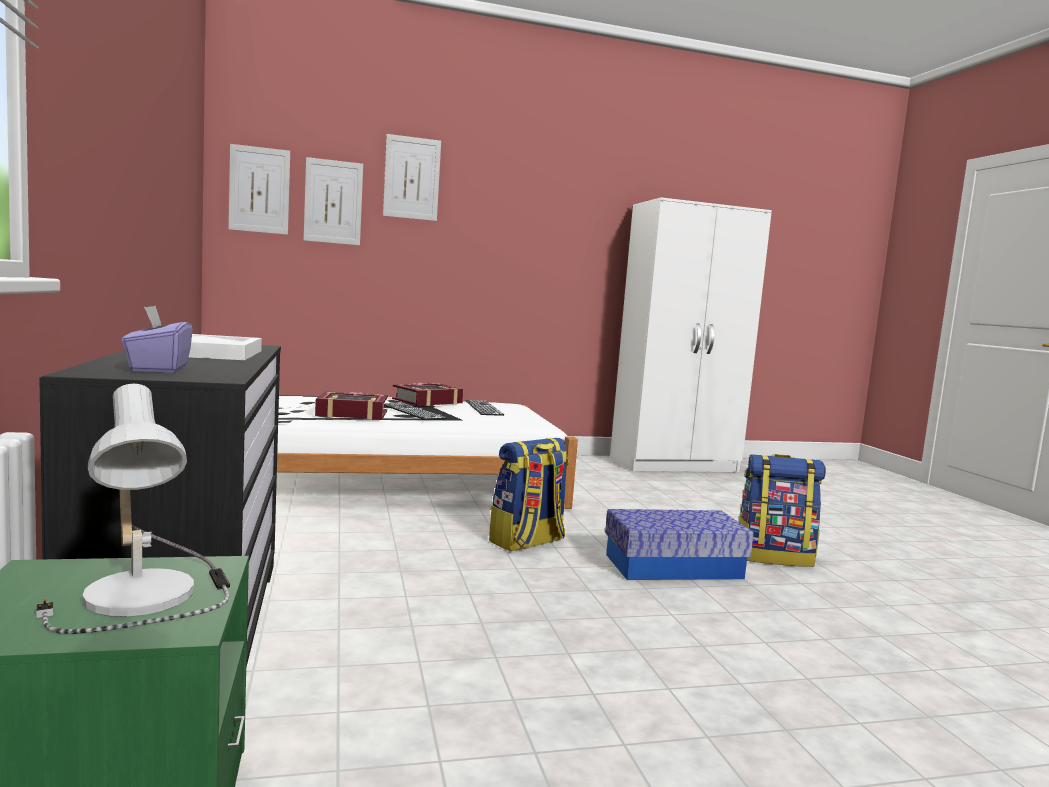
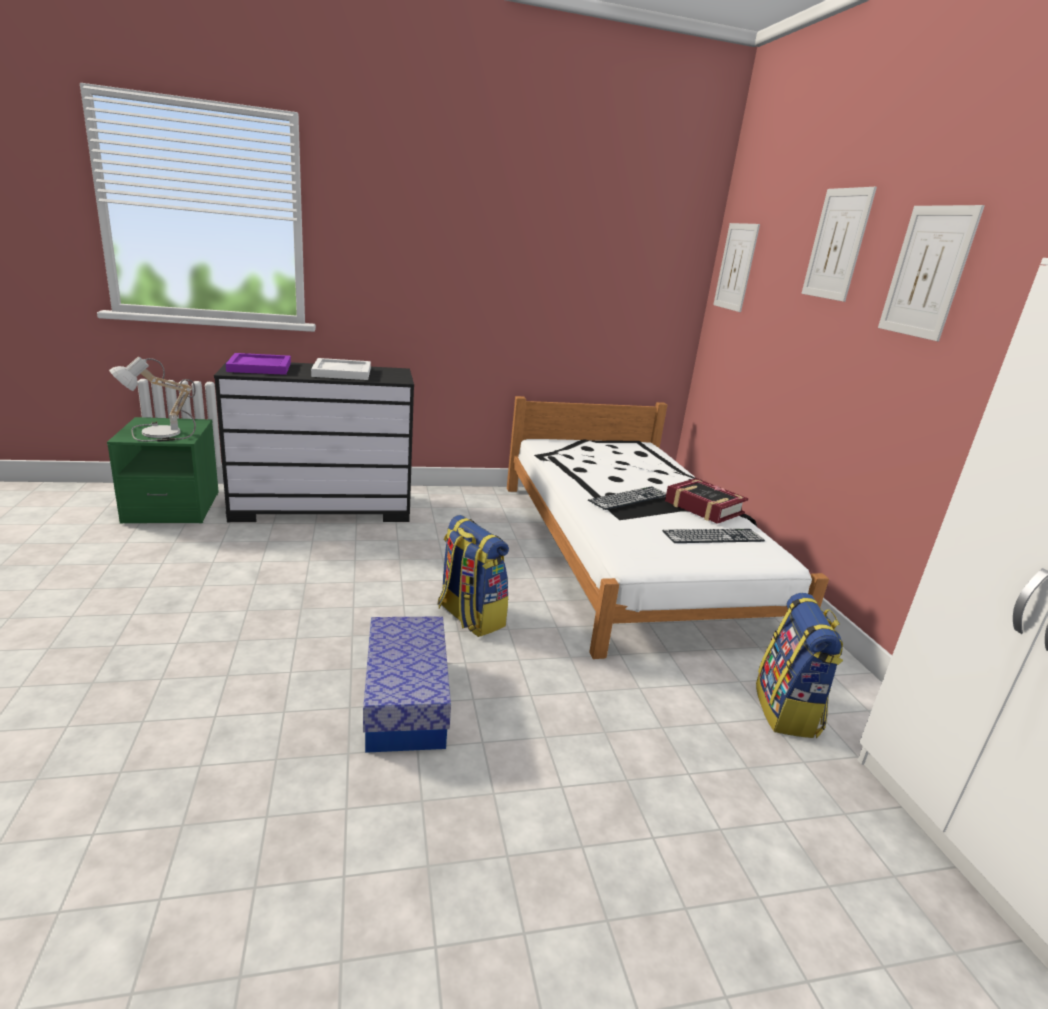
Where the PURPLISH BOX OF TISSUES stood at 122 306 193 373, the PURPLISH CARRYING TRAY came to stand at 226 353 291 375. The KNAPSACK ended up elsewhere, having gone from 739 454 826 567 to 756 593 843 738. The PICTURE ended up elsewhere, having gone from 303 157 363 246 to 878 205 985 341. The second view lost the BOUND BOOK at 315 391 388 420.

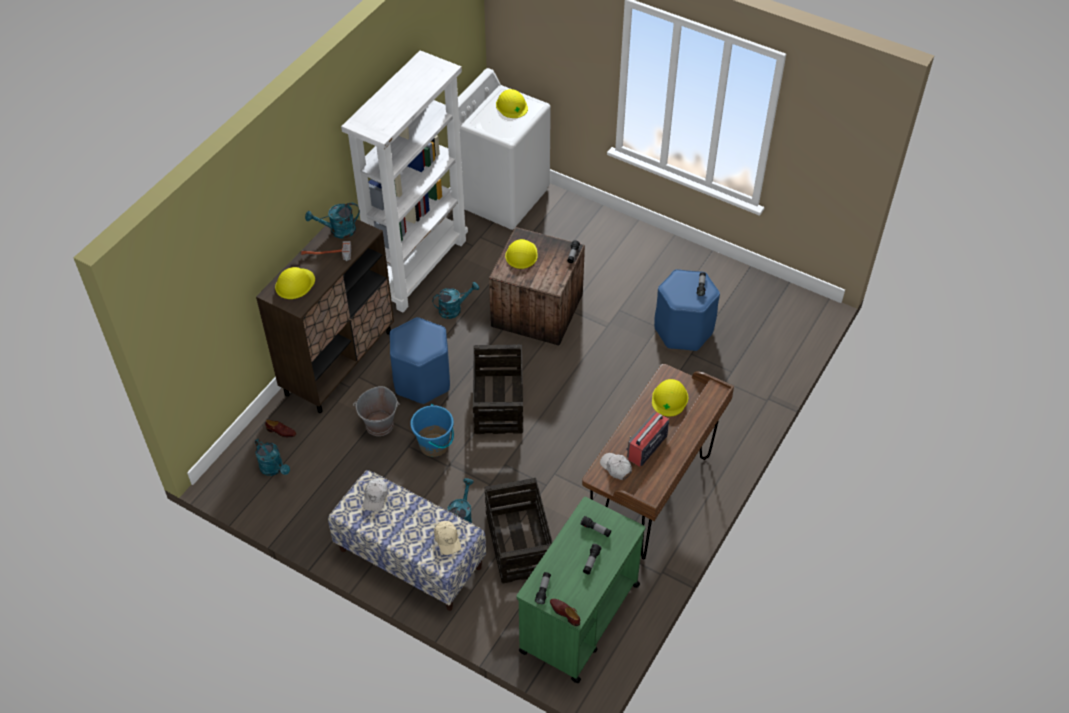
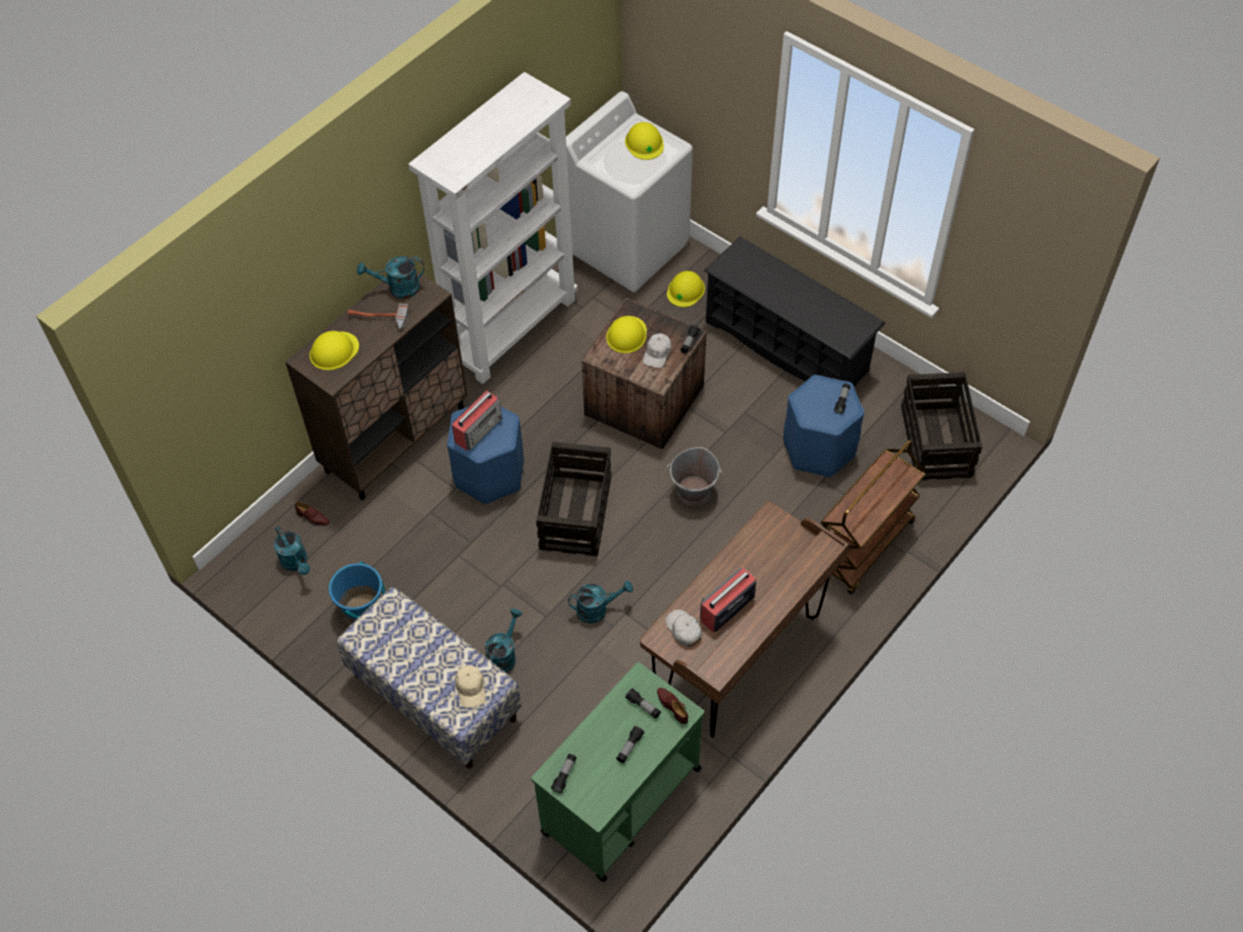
The BLUISH PAIL ended up elsewhere, having gone from 410 404 454 457 to 329 561 385 623. The second view gained the RADIO RECEIVER at 452 391 502 451. The BLUE-GREEN WATERING CAN ended up elsewhere, having gone from 432 282 479 319 to 568 581 633 623. The WHITE CAP ended up elsewhere, having gone from 363 479 388 512 to 643 333 671 368. The BROWN-COLOURED SHOE ended up elsewhere, having gone from 550 599 580 626 to 657 688 688 724. The YELLOW SAFETY HELMET ended up elsewhere, having gone from 652 379 688 416 to 667 271 705 307. The GREY PAIL ended up elsewhere, having gone from 353 386 400 436 to 667 447 722 506. The second view gained the BLACKISH SHOE STAND at 704 236 886 386. The second view gained the BROWN-COLOURED WHEELED CART at 821 440 926 595. The SHIPPING CRATE ended up elsewhere, having gone from 485 478 552 583 to 901 372 982 480.

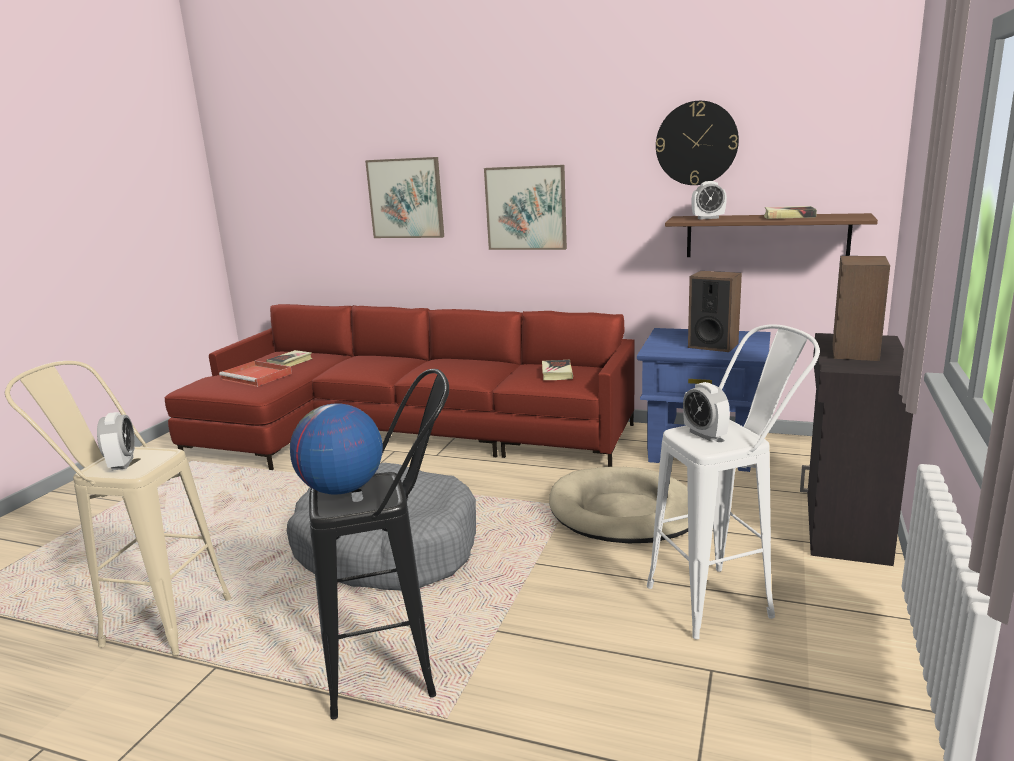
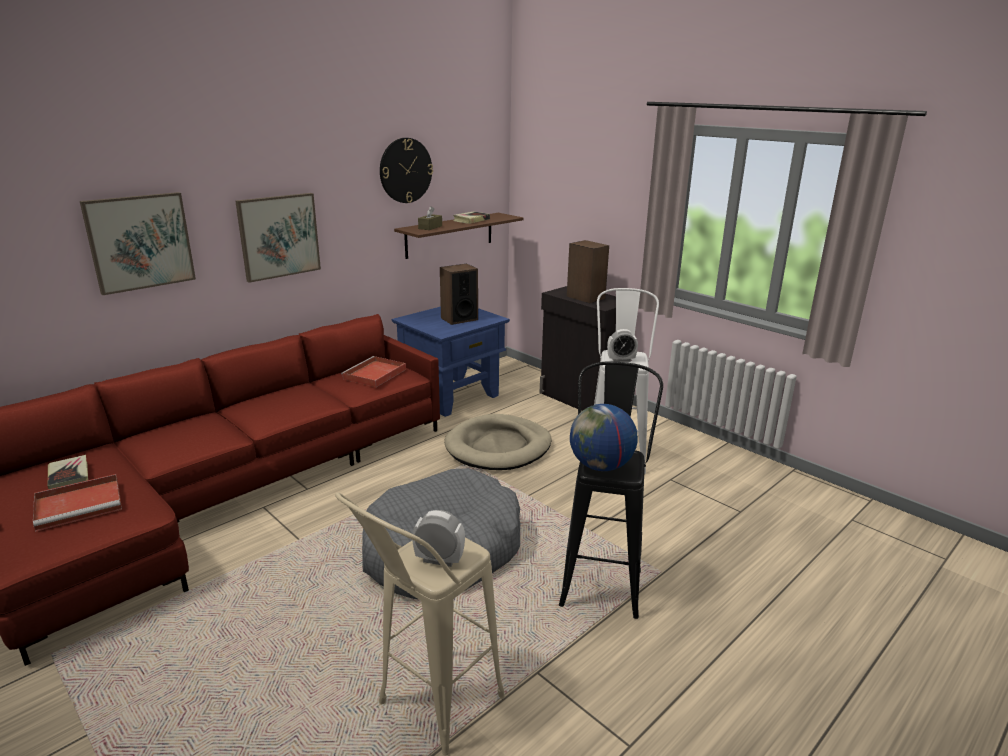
Where the BOUND BOOK stood at 542 360 573 380, the RED CARRYING TRAY came to stand at 341 356 406 387. Where the BEDSIDE CLOCK stood at 691 181 727 220, the BROWN-COLOURED BOX OF TISSUES came to stand at 418 206 442 230.

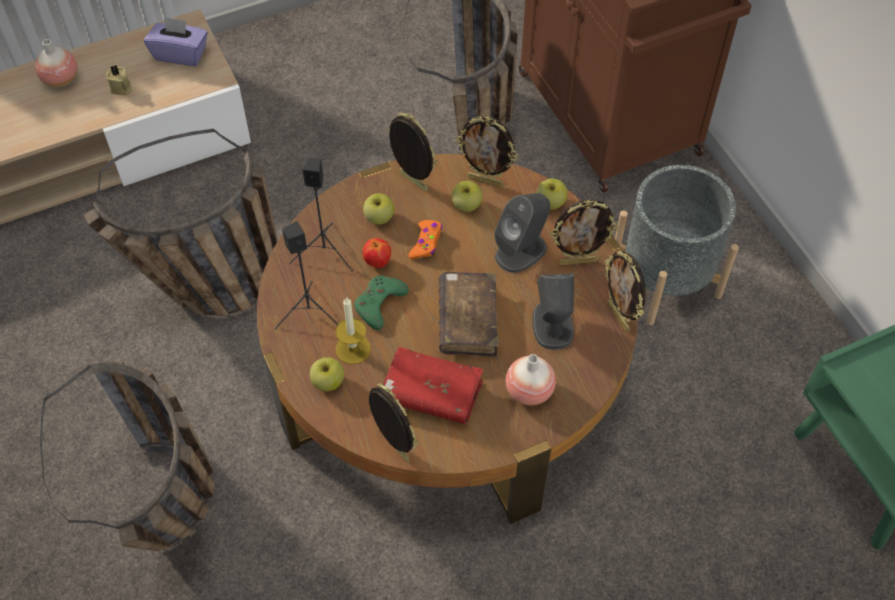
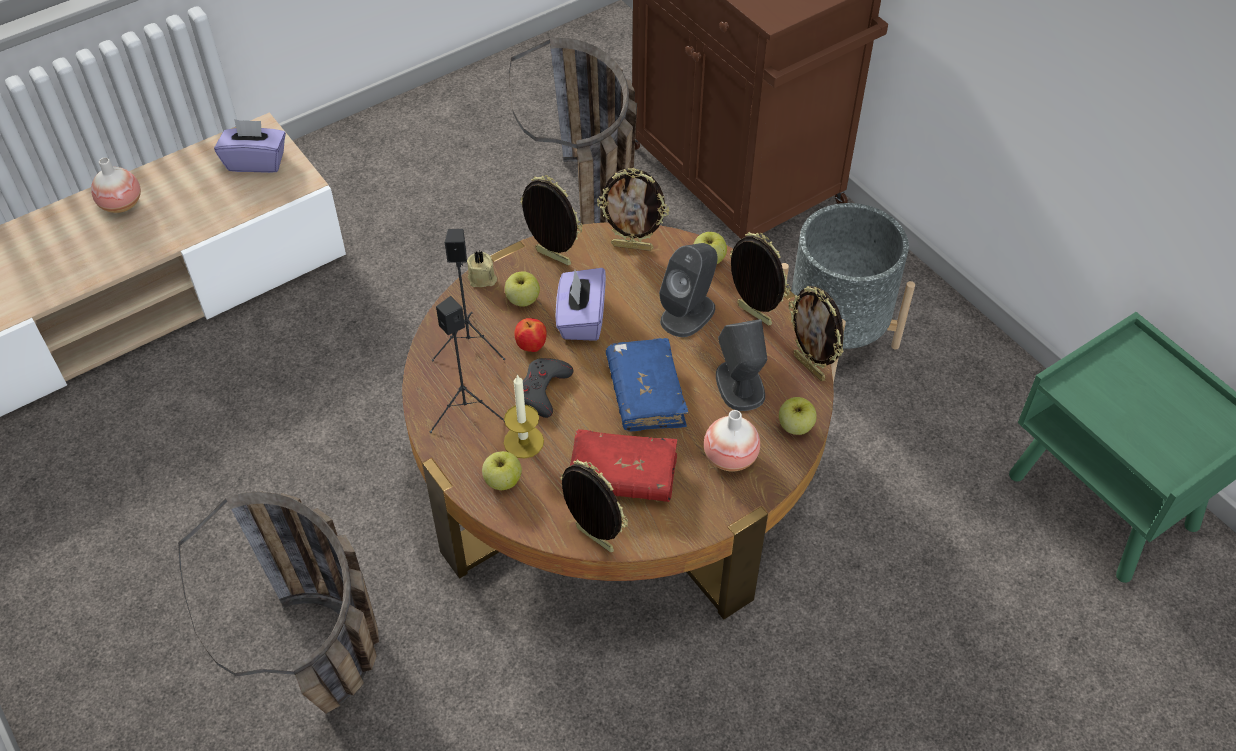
The BEIGE-COLOURED CANDLE ended up elsewhere, having gone from 106 65 132 95 to 467 251 497 287. What was the GREENISH JOYPAD at 354 276 409 330 turned into the GREY JOYPAD at 523 358 574 418. Where the ORANGEY JOYPAD stood at 409 220 442 259, the PURPLISH BOX OF TISSUES came to stand at 556 268 606 341. What was the BROWN-COLOURED BOUND BOOK at 439 272 499 357 turned into the BLUISH BOUND BOOK at 606 338 689 431. The PHOTO FRAME at 550 199 618 265 ended up facing another way, 120 degrees counterclockwise from before. The APPLE ended up elsewhere, having gone from 452 181 482 212 to 779 397 817 435. The second view lost the STORAGE BASKET at 84 129 278 316.

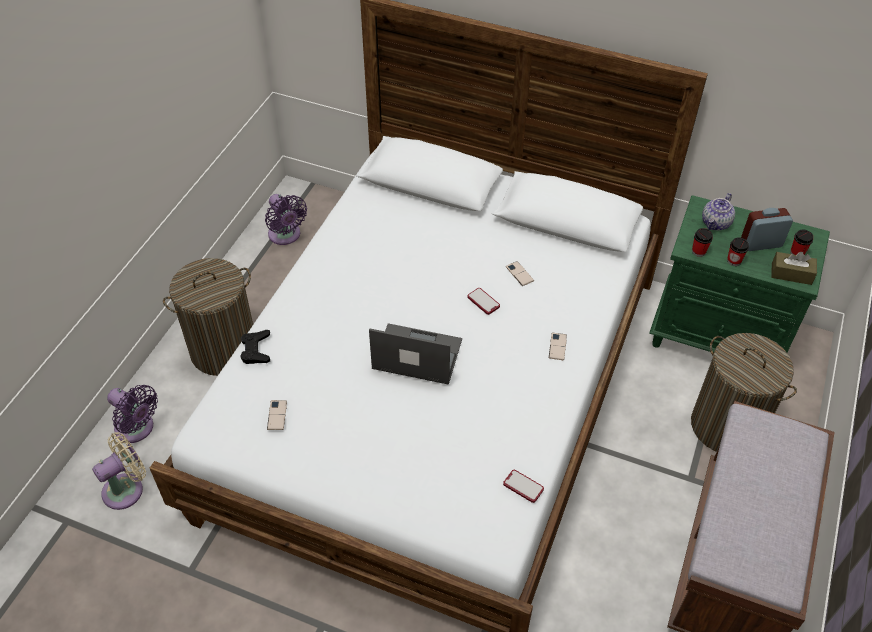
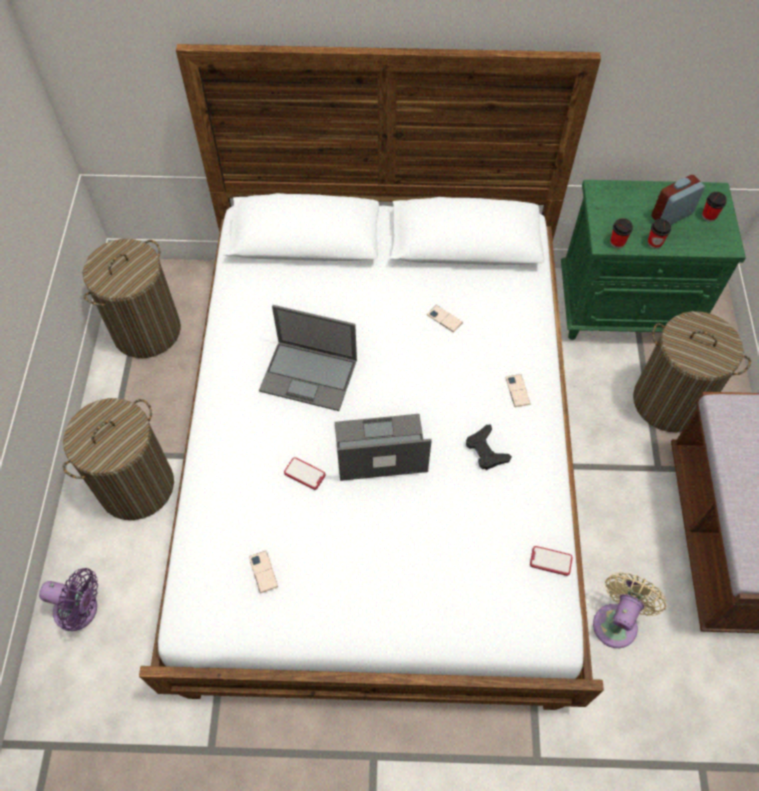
Where the PURPLISH ELECTRIC FAN stood at 265 194 307 245, the WASHING BASKET came to stand at 83 239 181 358. The second view gained the PORTABLE COMPUTER at 259 305 357 411. The PHONE ended up elsewhere, having gone from 467 288 500 315 to 284 457 325 490. The BLACKISH JOYPAD ended up elsewhere, having gone from 240 330 270 364 to 466 424 512 470. The BEIGE-COLOURED ELECTRIC FAN ended up elsewhere, having gone from 92 432 146 510 to 593 572 666 648. The second view lost the TEA POT at 702 193 735 230. The second view lost the BROWN-COLOURED BOX OF TISSUES at 771 252 817 285.

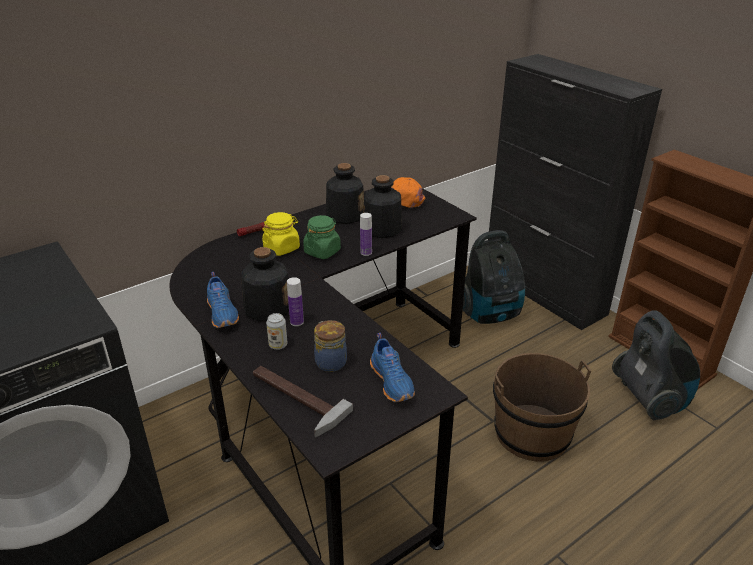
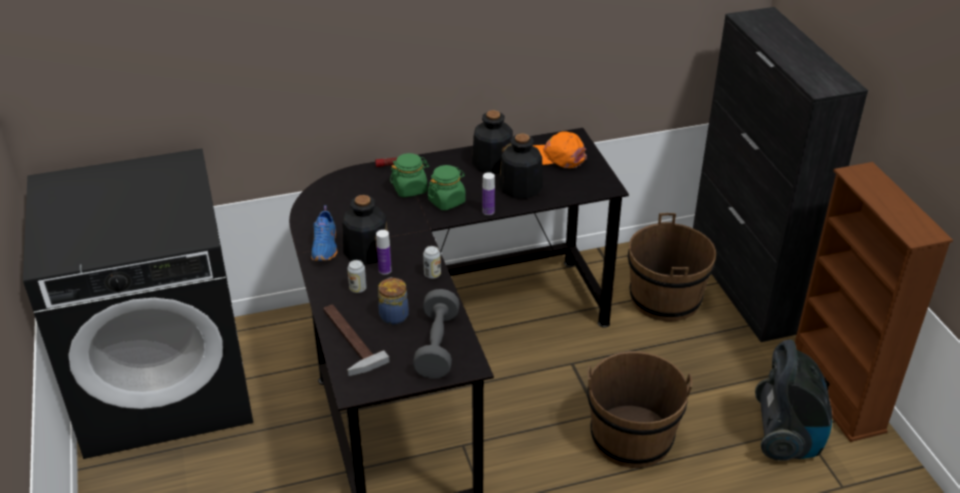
What was the YELLOW PRESERVE JAR at 262 212 300 256 turned into the GREENISH PRESERVE JAR at 390 153 429 197. Where the BLUISH SHOE stood at 370 333 415 402, the GREY DUMBBELL came to stand at 413 289 460 379. The second view gained the METAL CAN at 423 246 441 279. Where the VACUUM stood at 463 230 525 324, the BROWN-COLOURED PAIL came to stand at 628 213 716 321.

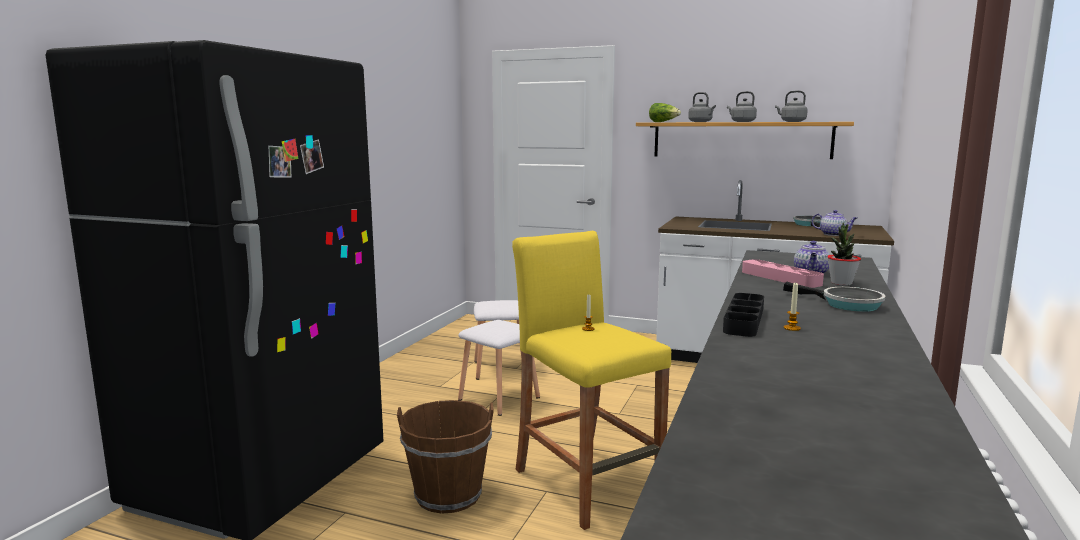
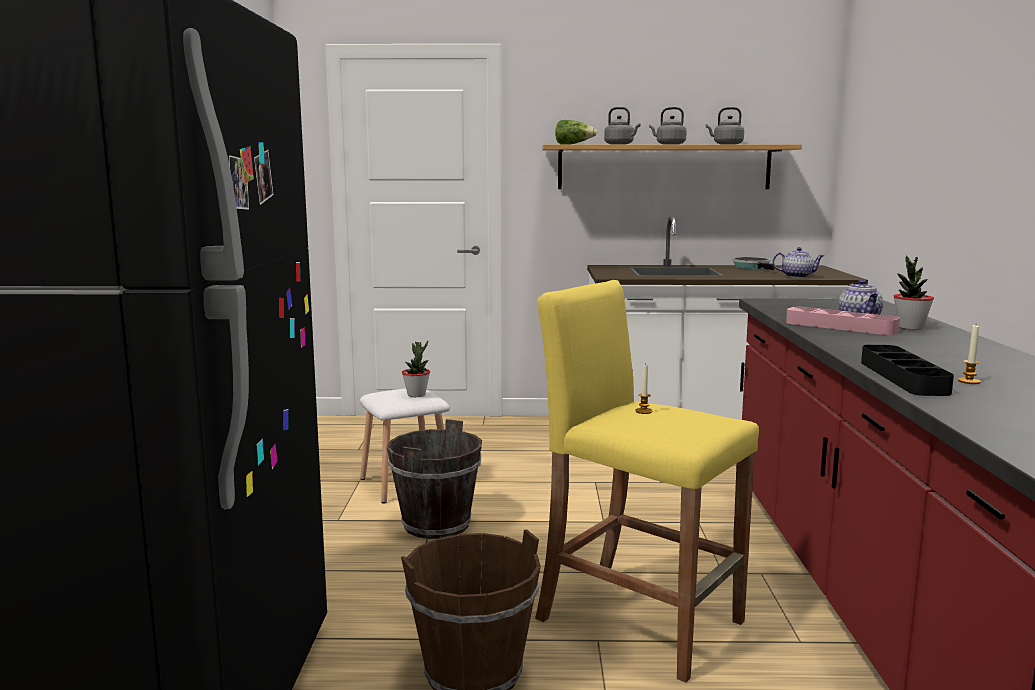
Where the WHITE STOOL SEAT stood at 458 320 540 416, the BROWN-COLOURED PAIL came to stand at 387 419 482 539. The second view gained the PLANT IN A POT at 402 341 430 397. The second view lost the FRYING PAN at 783 281 886 312.

